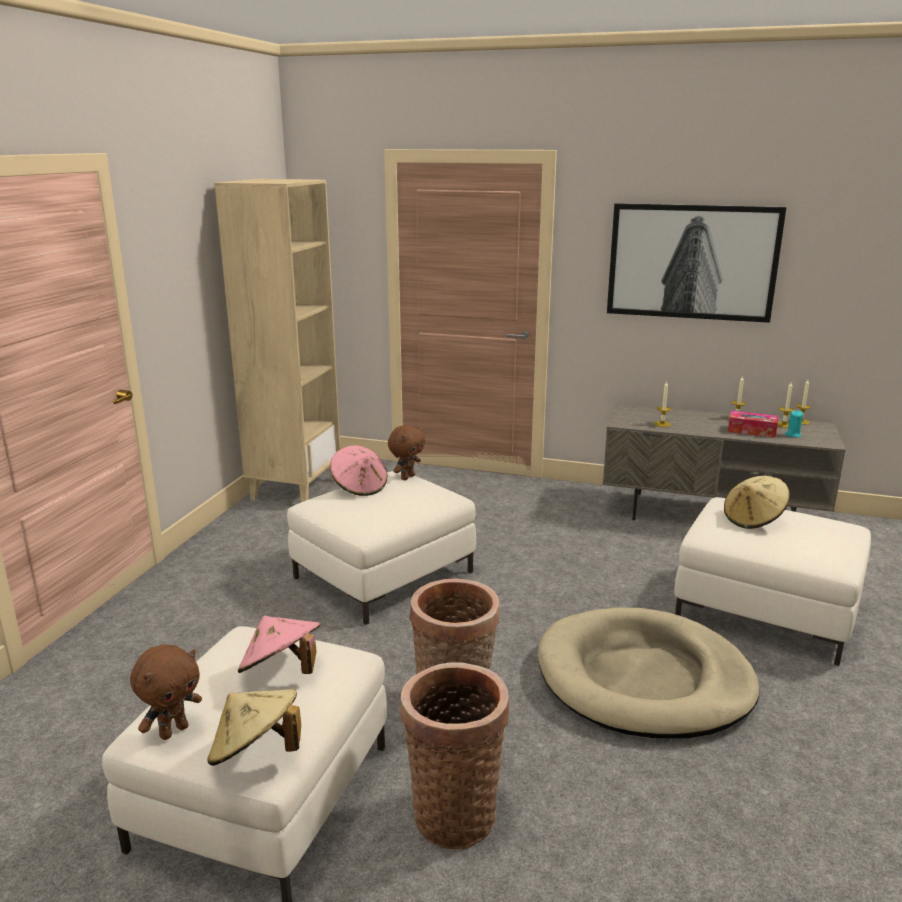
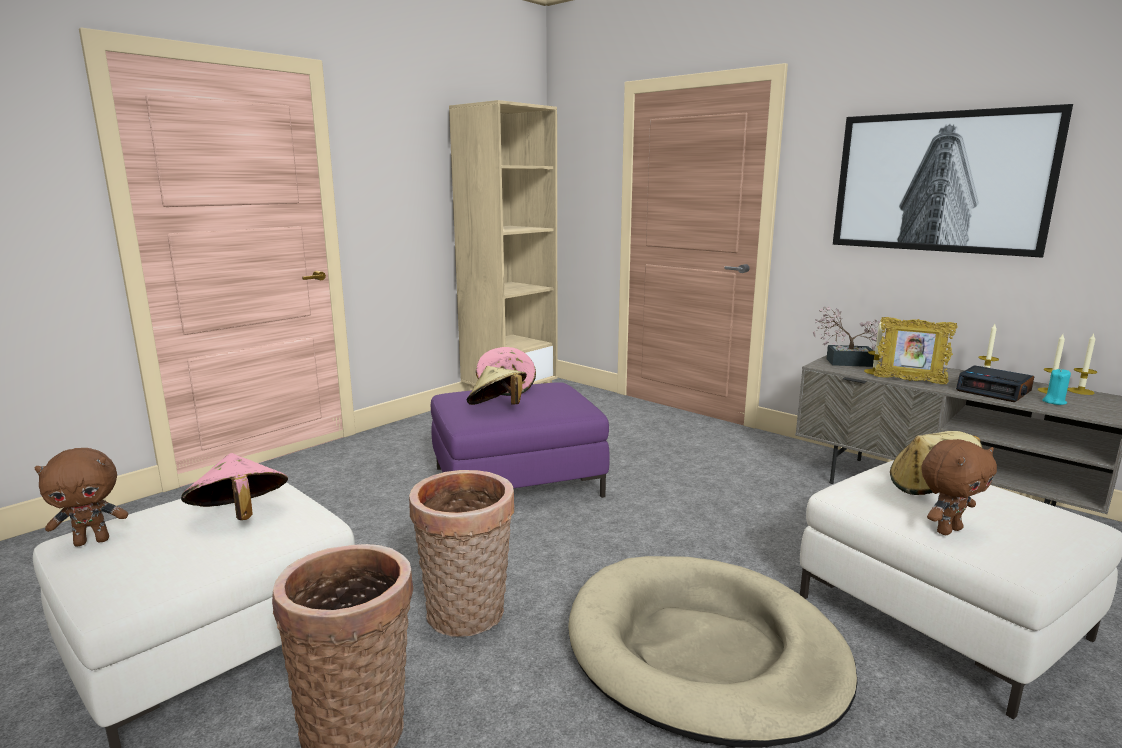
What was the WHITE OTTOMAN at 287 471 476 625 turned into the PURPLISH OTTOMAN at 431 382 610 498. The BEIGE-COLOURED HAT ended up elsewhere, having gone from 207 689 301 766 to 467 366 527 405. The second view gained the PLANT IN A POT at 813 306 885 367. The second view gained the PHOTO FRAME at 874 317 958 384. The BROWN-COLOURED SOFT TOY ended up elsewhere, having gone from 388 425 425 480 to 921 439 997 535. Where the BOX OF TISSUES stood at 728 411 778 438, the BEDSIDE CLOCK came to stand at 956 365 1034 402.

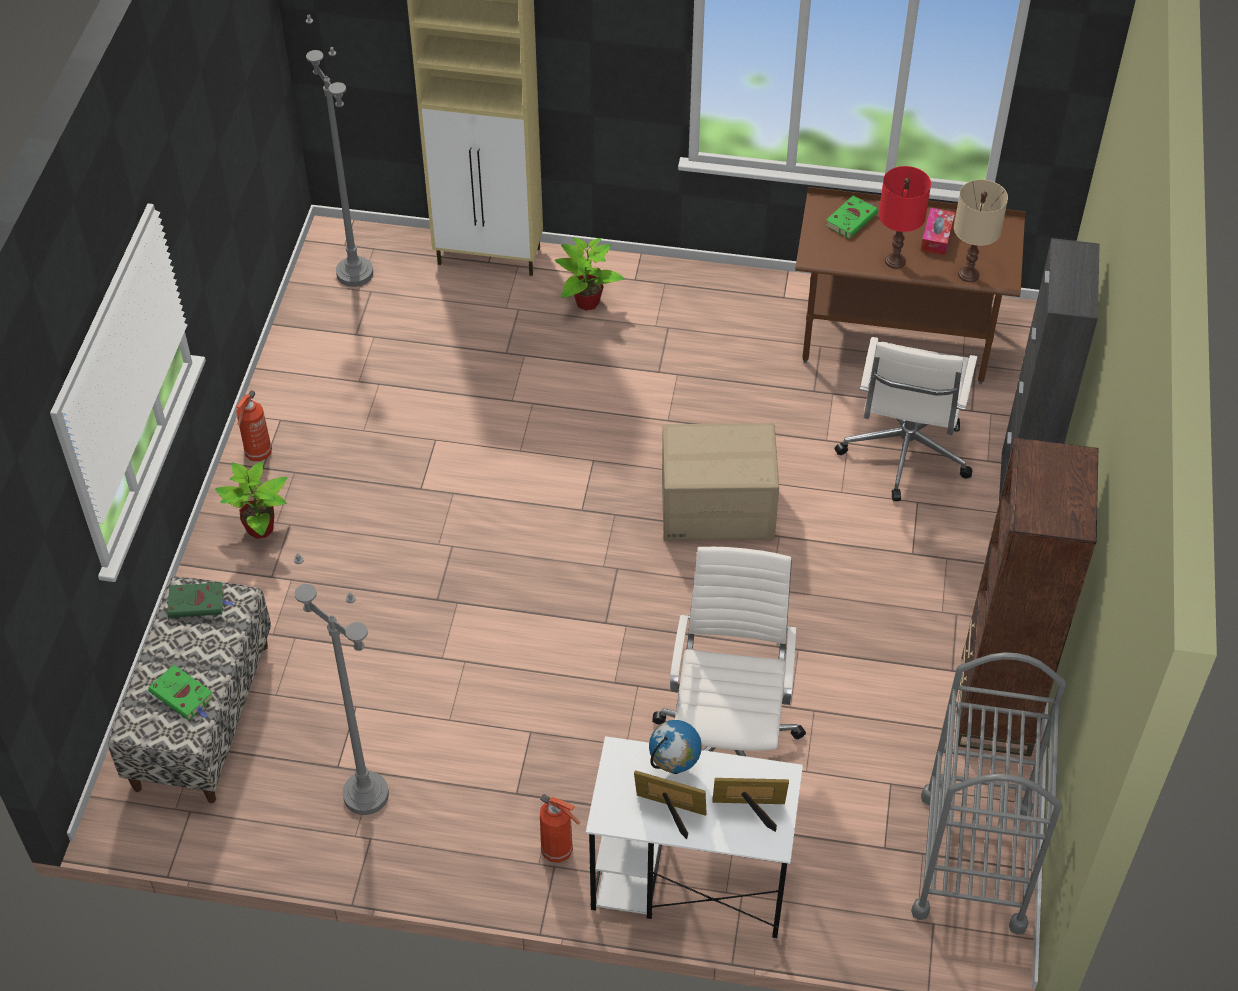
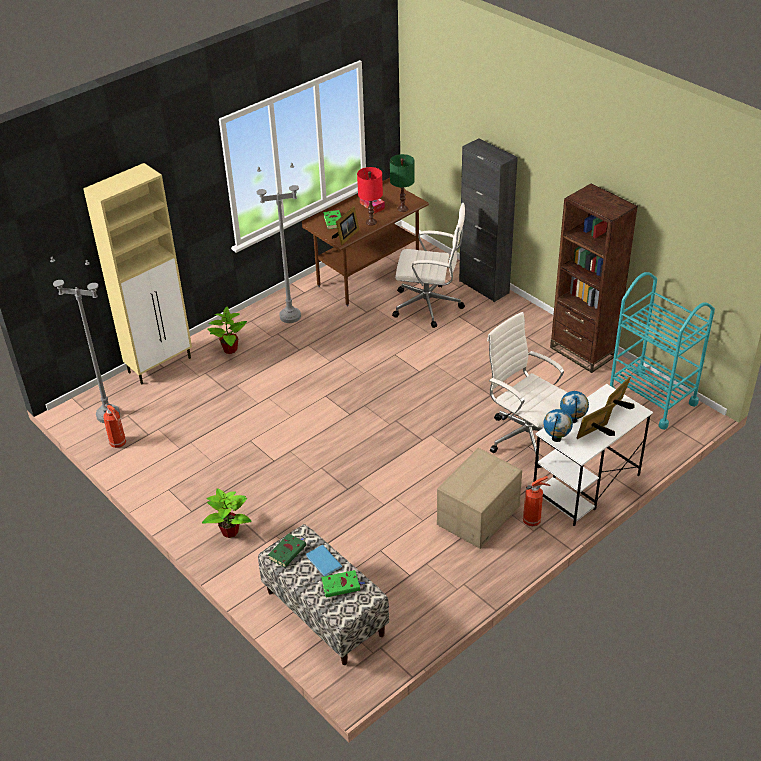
The EXTINGUISHER ended up elsewhere, having gone from 236 390 272 461 to 103 403 126 448. The GREY STANDING LAMP ended up elsewhere, having gone from 294 553 389 815 to 257 163 301 323. The second view gained the BLUISH BOUND BOOK at 306 545 342 576. The second view gained the PHOTO FRAME at 332 206 359 245. What was the BEIGE-COLOURED TABLE LAMP at 954 179 1008 282 turned into the GREENISH TABLE LAMP at 390 154 415 212. The WHITE OFFICE CHAIR at 835 337 977 501 ended up facing another way, 45 degrees counterclockwise from before. The PACKING BOX ended up elsewhere, having gone from 662 423 779 541 to 437 448 522 549. The second view gained the WORLD GLOBE at 543 409 573 442. What was the GREY WHEELED CART at 911 652 1066 935 turned into the BLUE-GREEN WHEELED CART at 610 272 715 430.

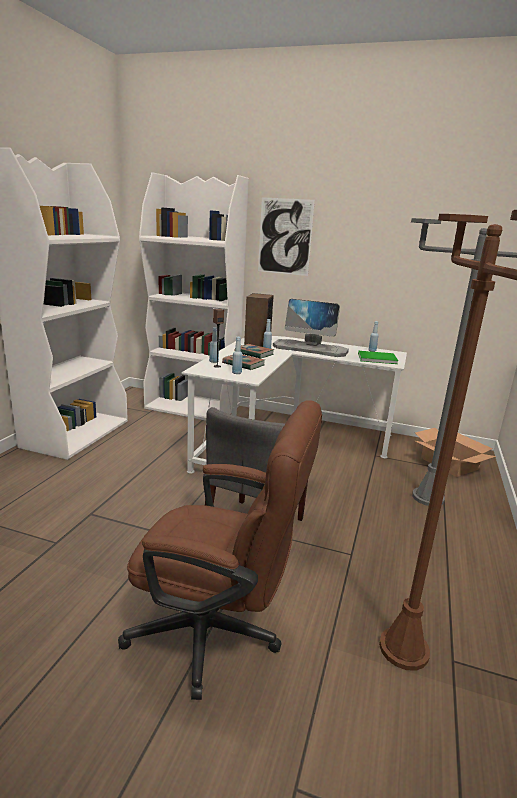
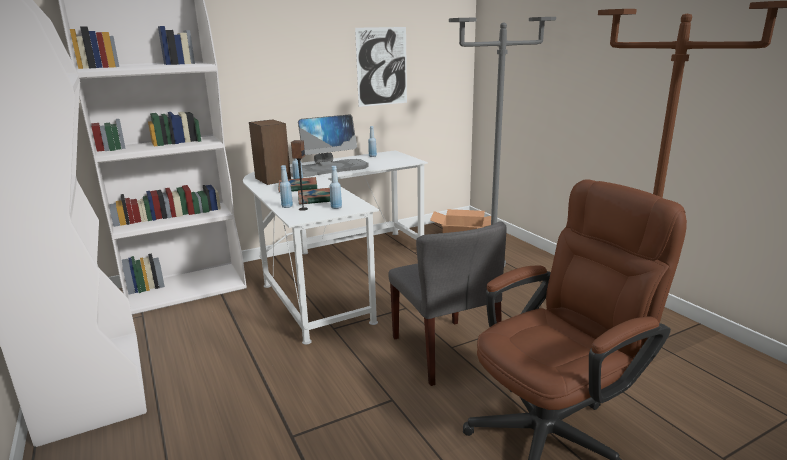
The PICTURE ended up elsewhere, having gone from 258 197 315 276 to 355 27 407 107. The second view lost the GREENISH BOUND BOOK at 358 351 398 364.

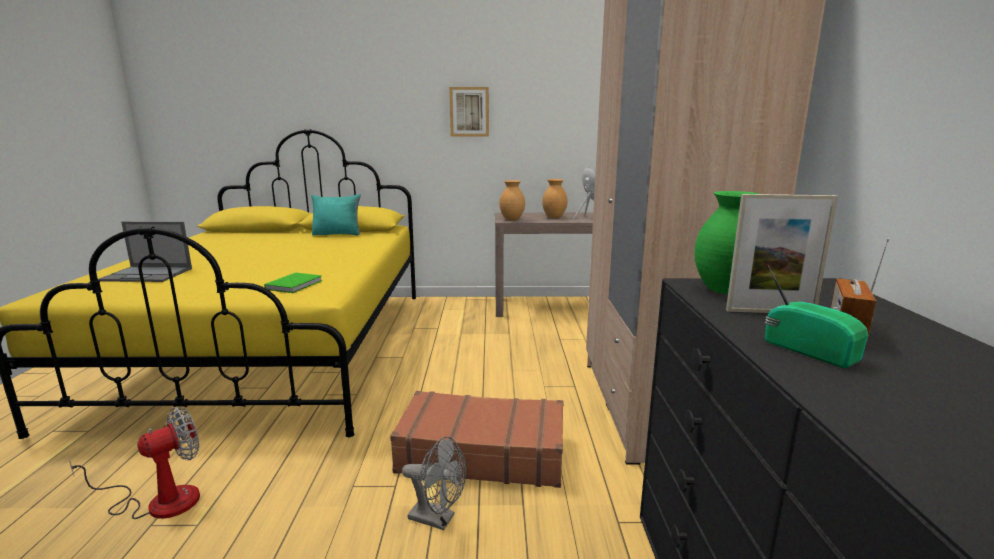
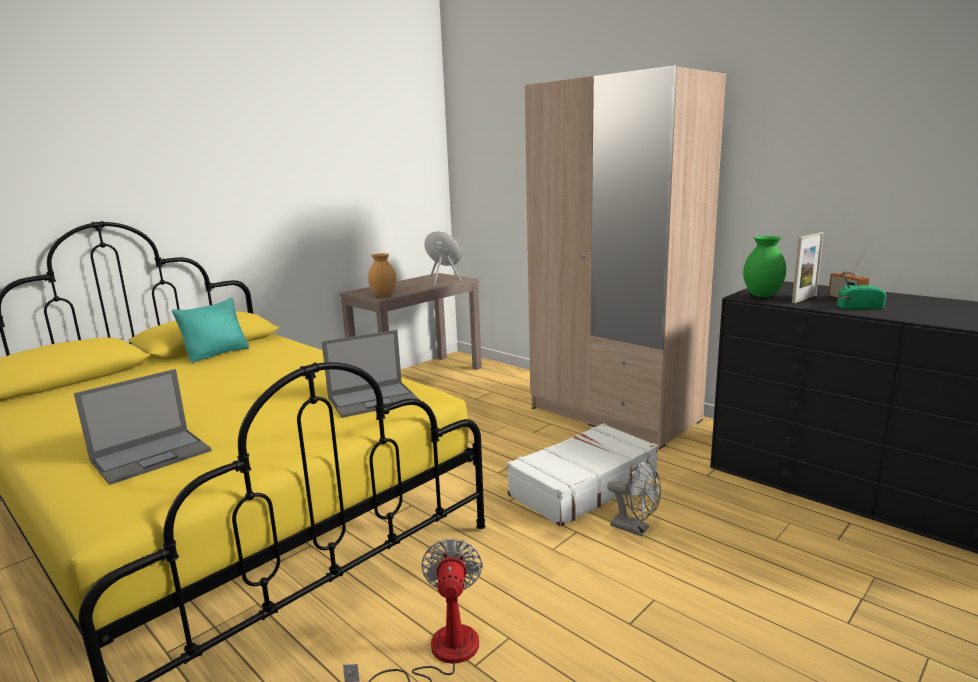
Where the GREENISH BOUND BOOK stood at 264 273 322 293, the PORTABLE COMPUTER came to stand at 322 330 420 418. What was the BROWN-COLOURED SUITCASE at 390 391 564 488 turned into the WHITE SUITCASE at 507 423 659 527. The GREY ELECTRIC FAN at 402 436 466 530 ended up facing another way, 60 degrees clockwise from before. The second view lost the PICTURE at 449 87 489 136. The second view lost the BROWN-COLOURED DECORATIVE VASE at 542 179 568 218.

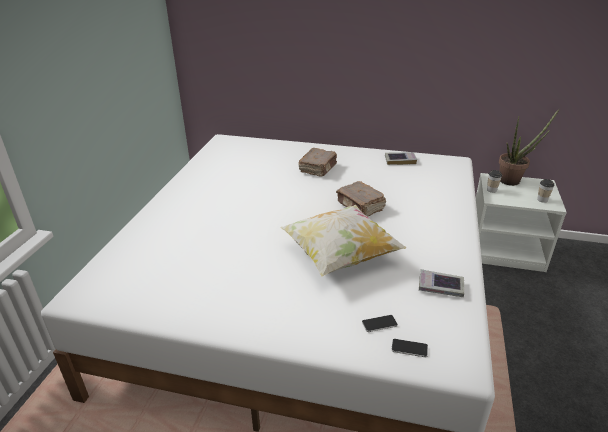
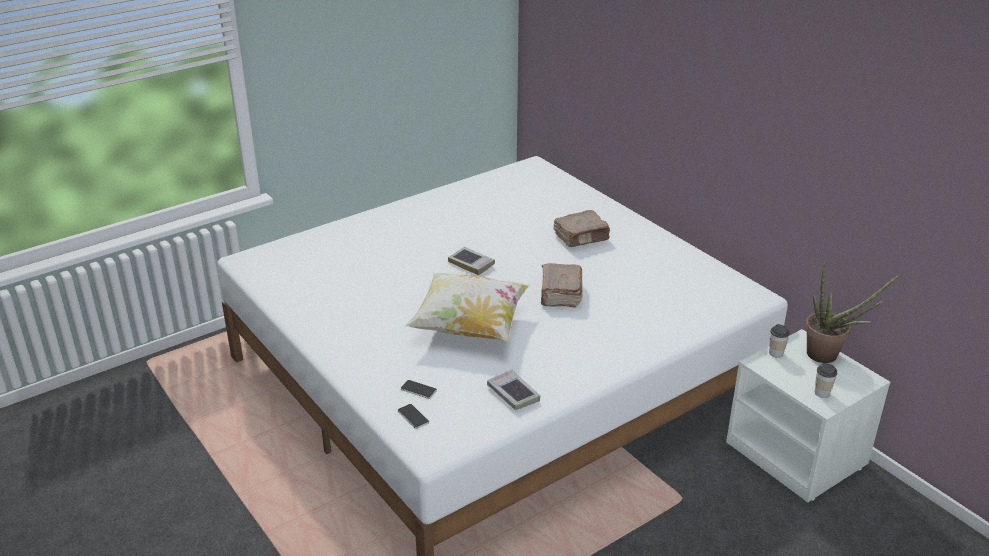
The BOUND BOOK ended up elsewhere, having gone from 385 152 417 165 to 448 247 495 275.

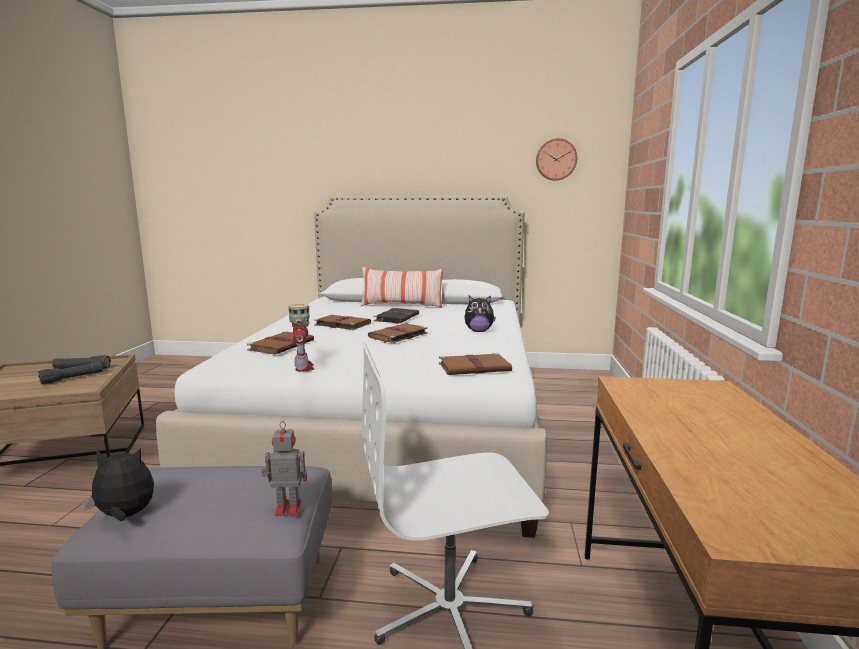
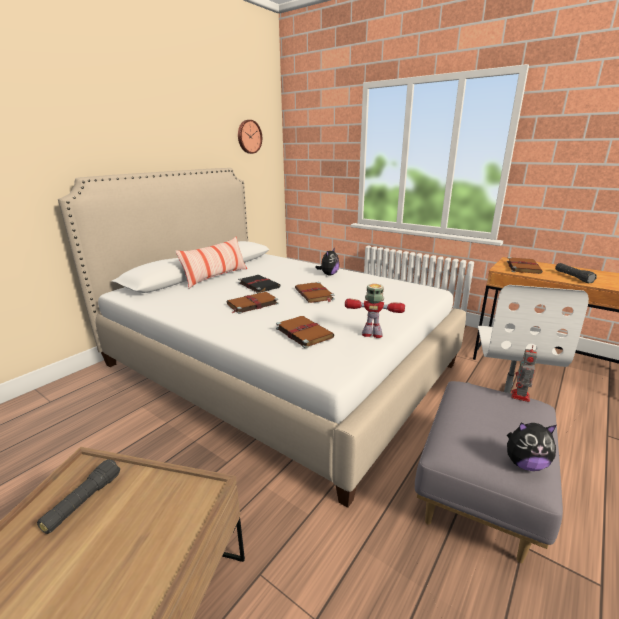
The BROWN-COLOURED BOUND BOOK ended up elsewhere, having gone from 439 353 512 375 to 507 257 543 274. The SOFT TOY at 81 448 154 521 ended up facing another way, 105 degrees counterclockwise from before. The BLACKISH TORCH ended up elsewhere, having gone from 38 362 103 385 to 555 263 597 283.

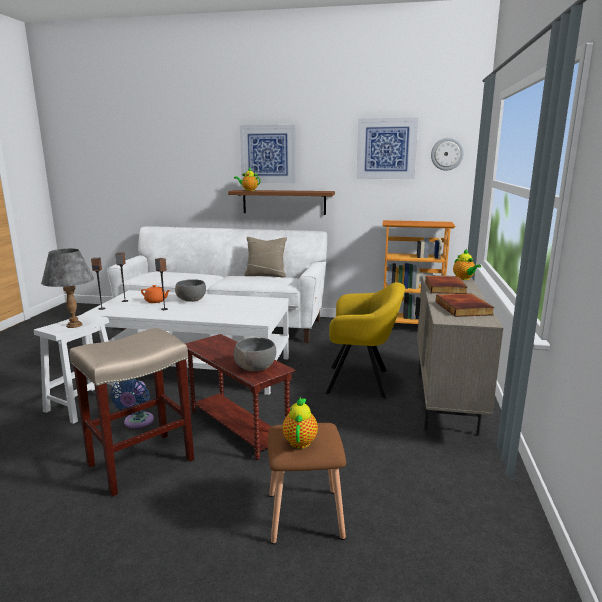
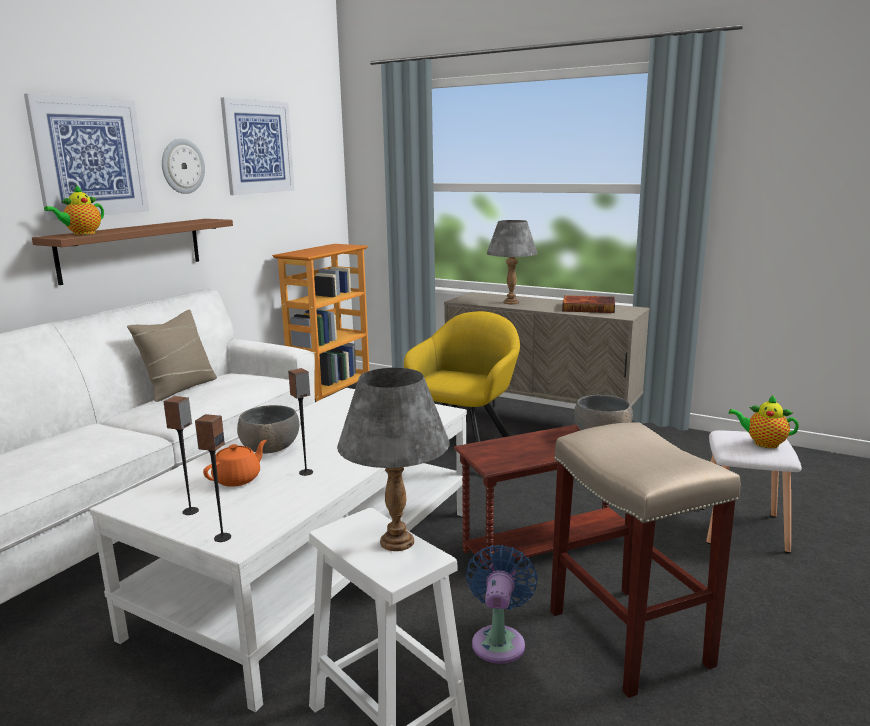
The HANGING CLOCK ended up elsewhere, having gone from 431 137 464 171 to 162 138 205 194. The BLUISH ELECTRIC FAN at 111 379 154 428 ended up facing another way, 105 degrees counterclockwise from before. Where the BOUND BOOK stood at 425 276 468 294, the GREY TABLE LAMP came to stand at 487 220 538 304. What was the BROWN-COLOURED STOOL SEAT at 268 423 346 544 turned into the WHITE STOOL SEAT at 701 430 802 553. The second view lost the TEA POT at 453 249 481 280.

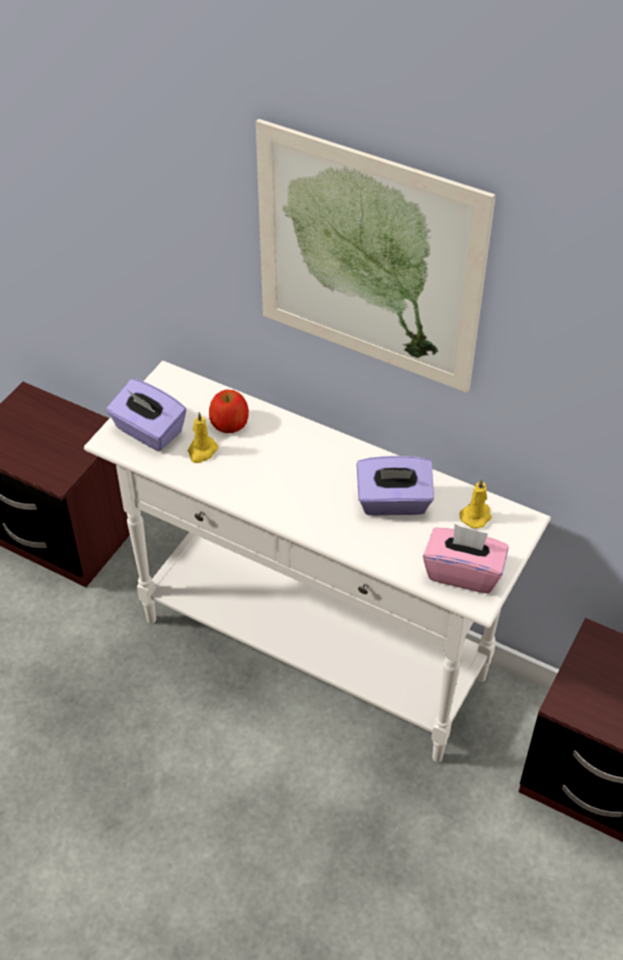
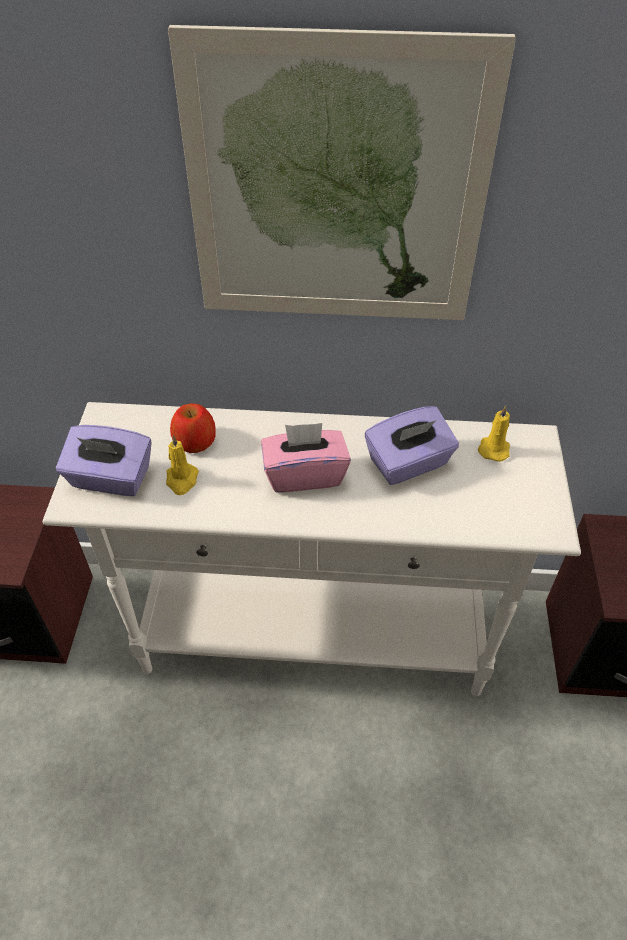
The PINK BOX OF TISSUES ended up elsewhere, having gone from 423 524 509 594 to 261 423 351 493.

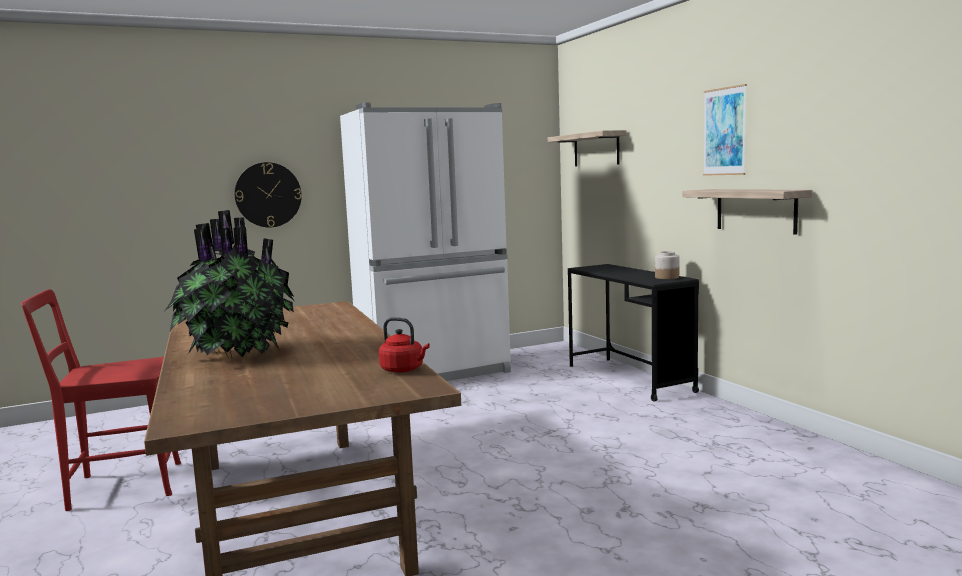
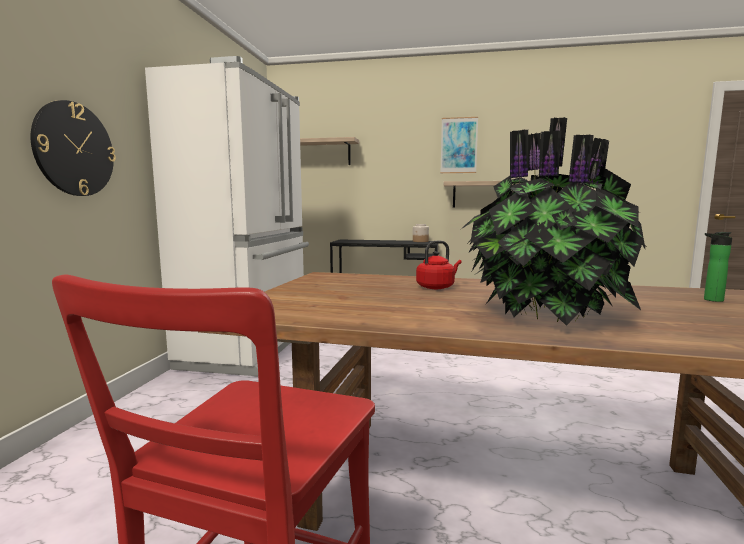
The RED KETTLE ended up elsewhere, having gone from 379 317 430 373 to 416 241 462 289. The second view gained the BEVERAGE BOTTLE at 704 232 732 302.

